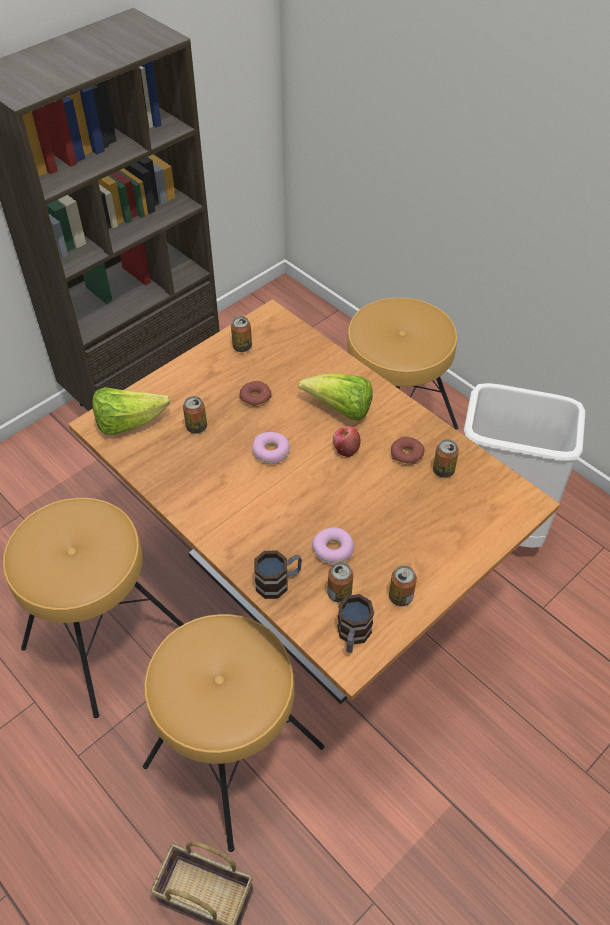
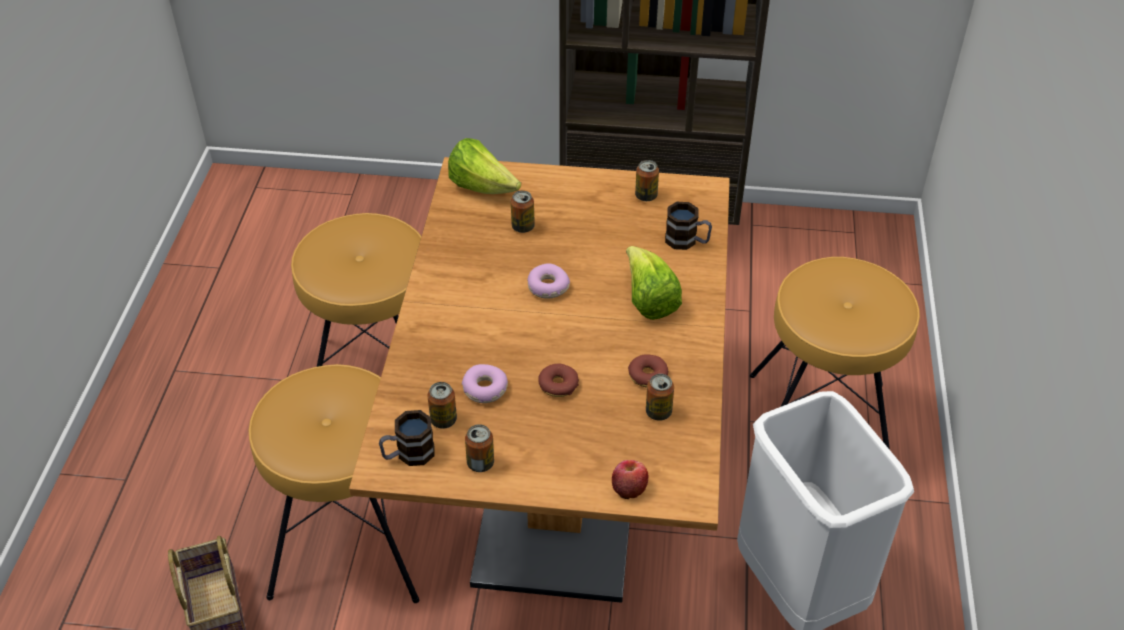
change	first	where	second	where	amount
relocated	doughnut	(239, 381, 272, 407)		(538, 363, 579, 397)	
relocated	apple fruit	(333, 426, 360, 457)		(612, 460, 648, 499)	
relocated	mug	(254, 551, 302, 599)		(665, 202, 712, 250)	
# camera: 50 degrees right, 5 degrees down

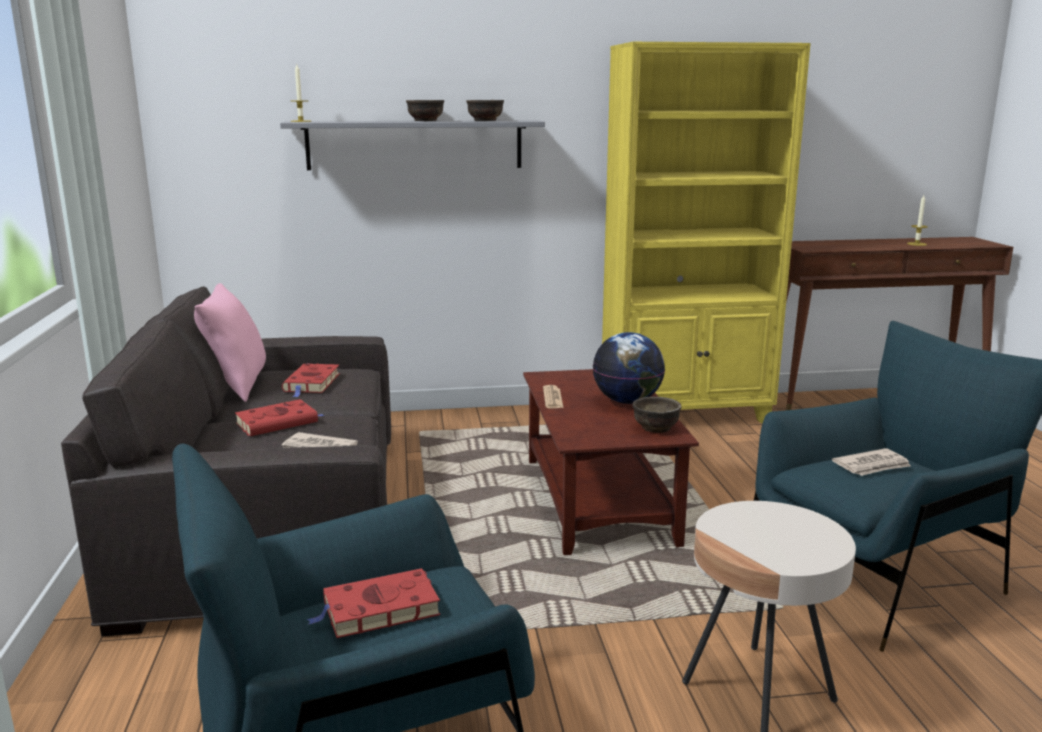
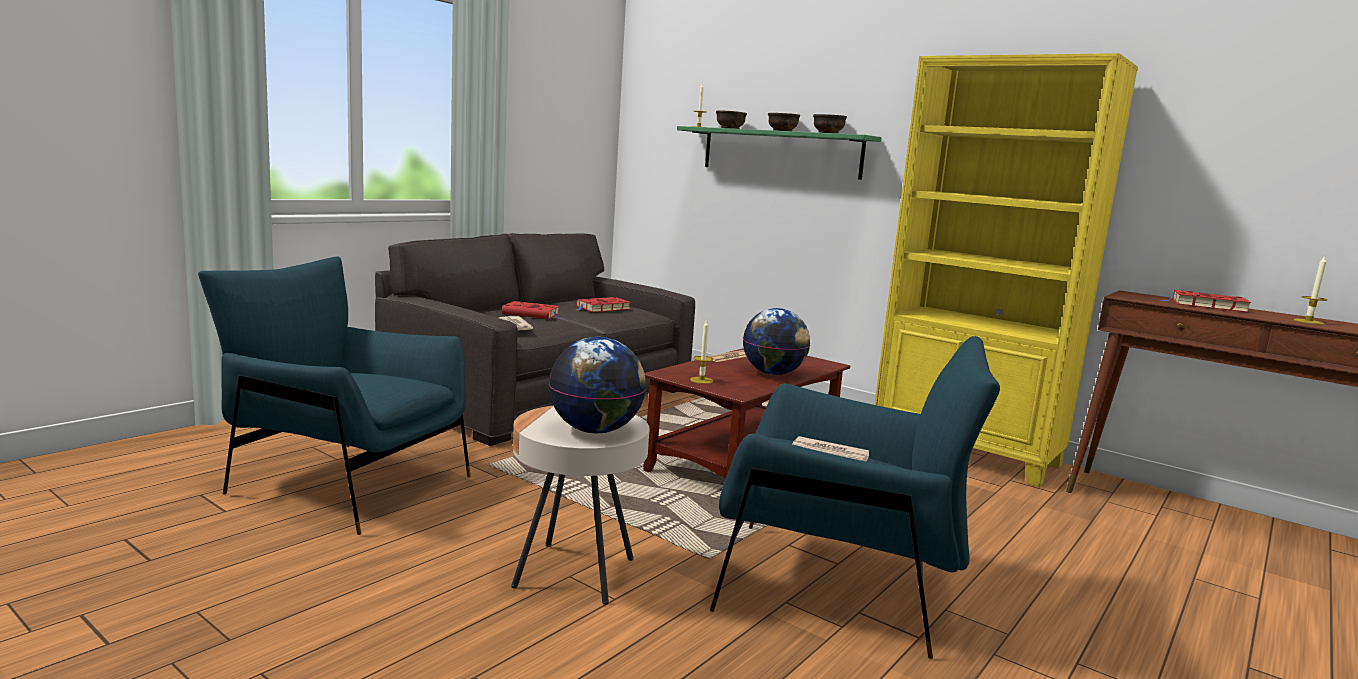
change	first	where	second	where	amount
colour	bracket shelf in grey	(280, 120, 545, 170)	bracket shelf in green-coloured	(677, 126, 882, 180)	
missing	throw pillow in pink	(194, 283, 266, 402)			
relocated	serving bowl in brownish	(633, 397, 682, 433)		(716, 110, 747, 129)	
relocated	volume in red-coloured	(307, 568, 440, 638)		(1161, 290, 1251, 313)	
appeared			candle	(690, 319, 713, 384)	
appeared			globe	(549, 337, 646, 433)	
# camera: 45 degrees right, 5 degrees down

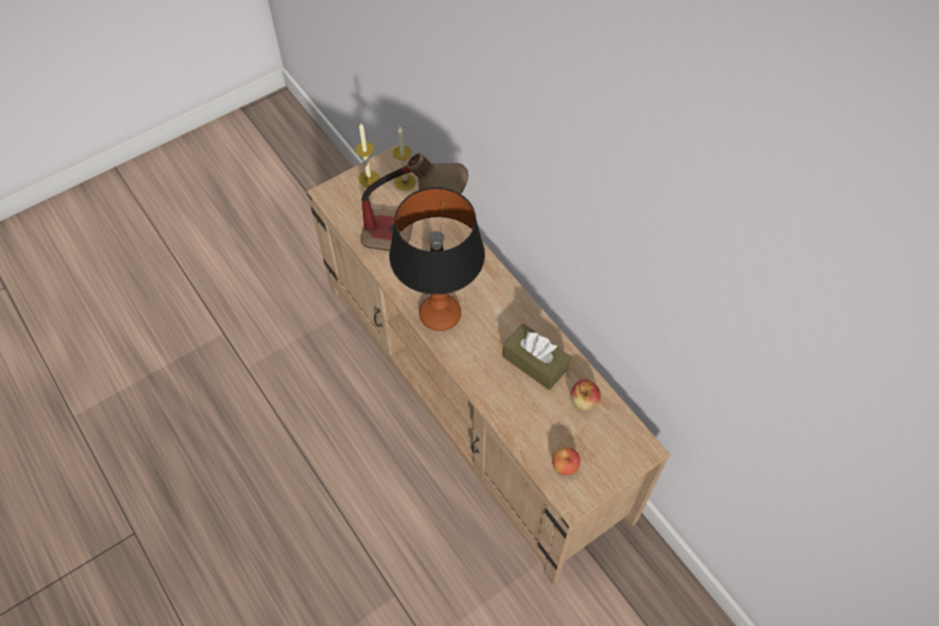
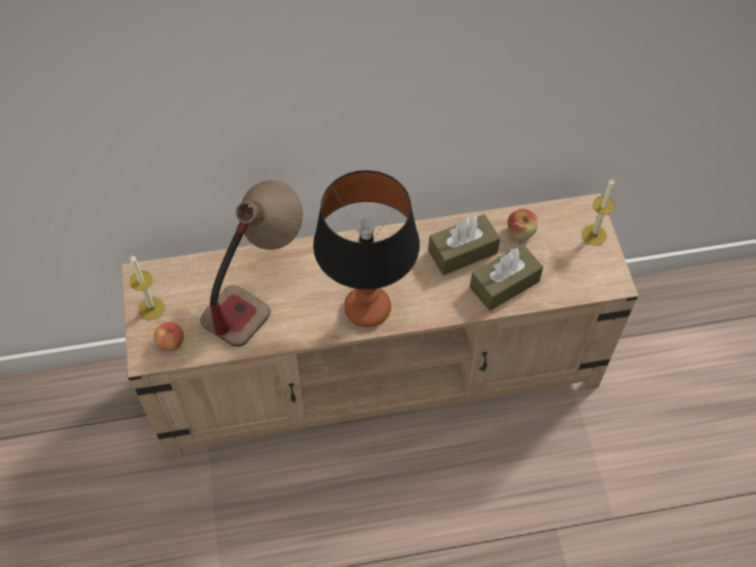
change	first	where	second	where	amount
relocated	candle	(393, 127, 416, 191)		(582, 178, 615, 246)	
relocated	apple fruit	(552, 447, 581, 475)		(154, 322, 184, 351)	
appeared			tissue holder in brownish	(470, 244, 543, 311)	
# camera: 65 degrees left, 0 degrees up

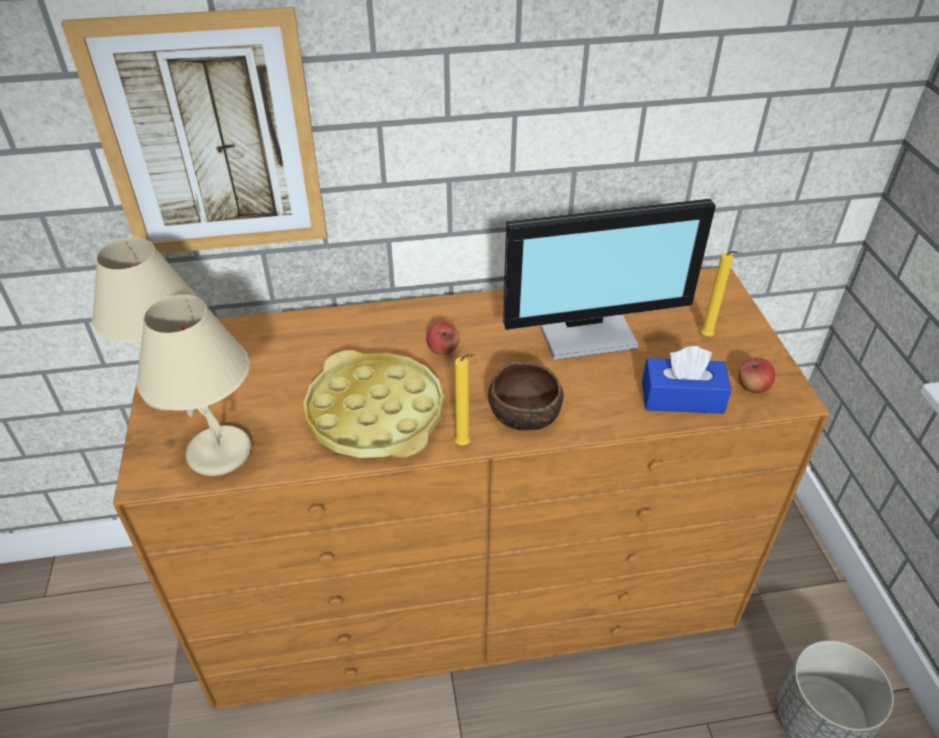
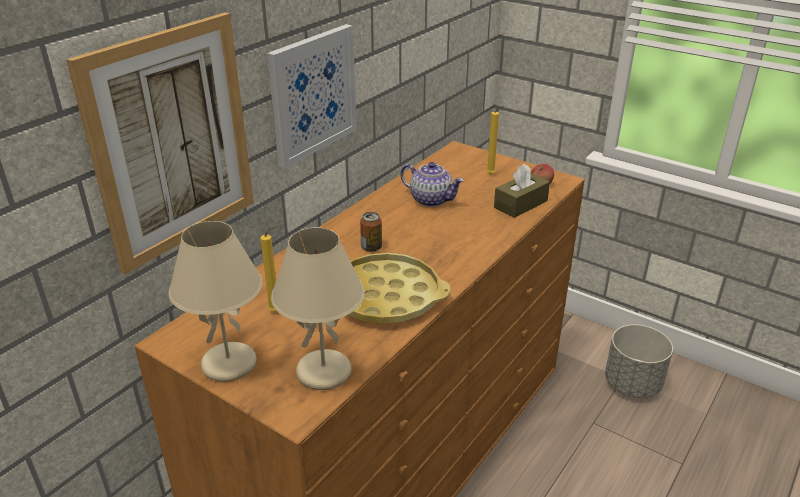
change	first	where	second	where	amount
exchanged	computer screen	(503, 199, 716, 360)	tea pot	(400, 162, 464, 207)	
exchanged	apple fruit	(426, 321, 460, 355)	sealed can	(360, 212, 382, 252)	
colour	tissue holder in blue-coloured	(642, 346, 732, 414)	tissue holder in brownish	(494, 164, 550, 218)	
relocated	candle in yellow	(455, 354, 475, 445)		(260, 226, 277, 312)	
missing	serving bowl in brownish	(488, 362, 564, 431)			
appeared			picture	(267, 24, 357, 168)	
# camera: 45 degrees left, 10 degrees down

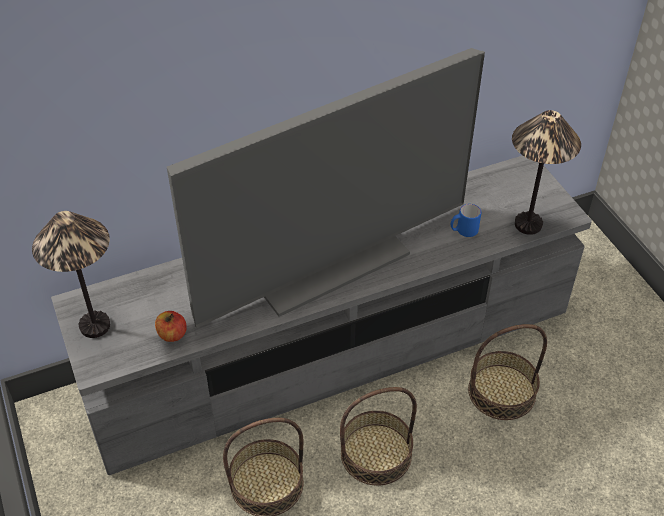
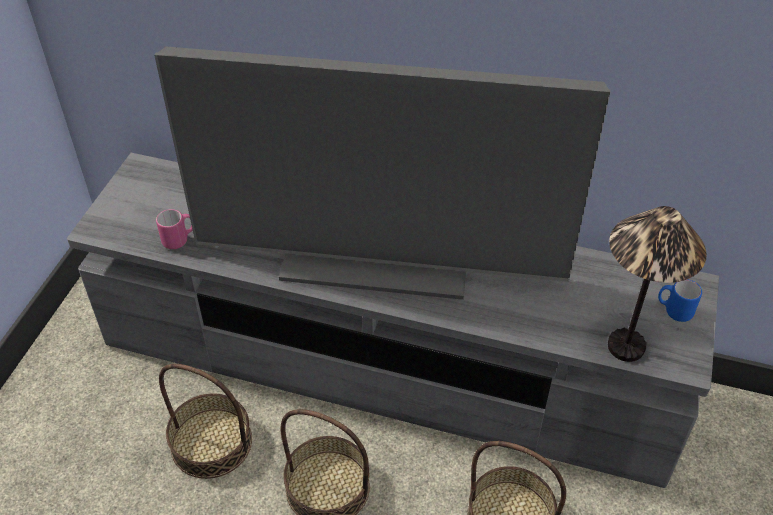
change	first	where	second	where	amount
relocated	mug in blue-coloured	(451, 204, 481, 237)		(658, 279, 702, 322)	
missing	tabletop lamp	(32, 211, 110, 338)			
exchanged	apple fruit	(155, 311, 187, 342)	mug in pink	(156, 209, 193, 249)	
# camera: 40 degrees right, 0 degrees up

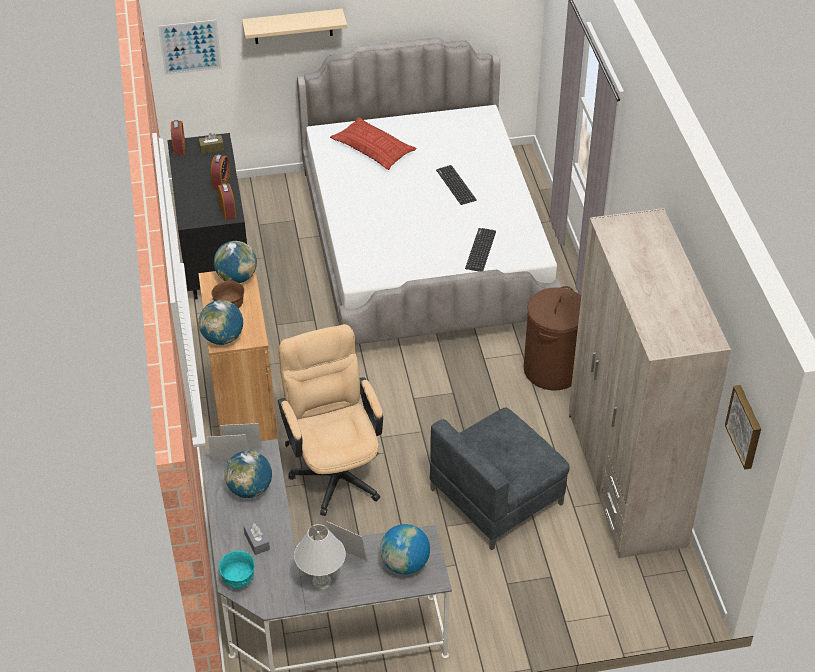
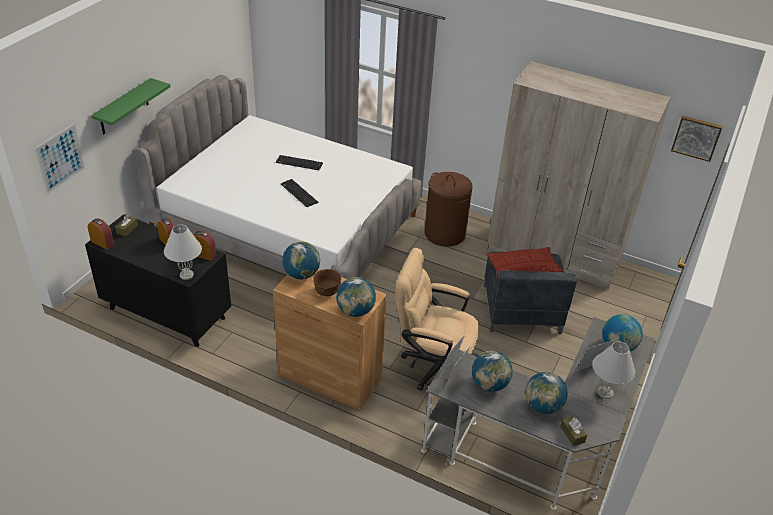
change	first	where	second	where	amount
colour	bracket shelf in beige	(242, 9, 347, 44)	bracket shelf in green-coloured	(91, 78, 170, 134)	
relocated	throw pillow	(330, 117, 417, 170)		(486, 247, 563, 278)	
relocated	computer keyboard	(465, 228, 496, 272)		(281, 179, 319, 207)	
exchanged	tissue holder in grey	(243, 521, 270, 555)	globe	(525, 372, 568, 414)	
exchanged	serving bowl in turquoise	(219, 551, 255, 589)	tissue holder in brownish	(560, 416, 587, 446)	
appeared			tabletop lamp in whitish	(164, 224, 202, 280)	
# camera: 55 degrees left, 5 degrees down

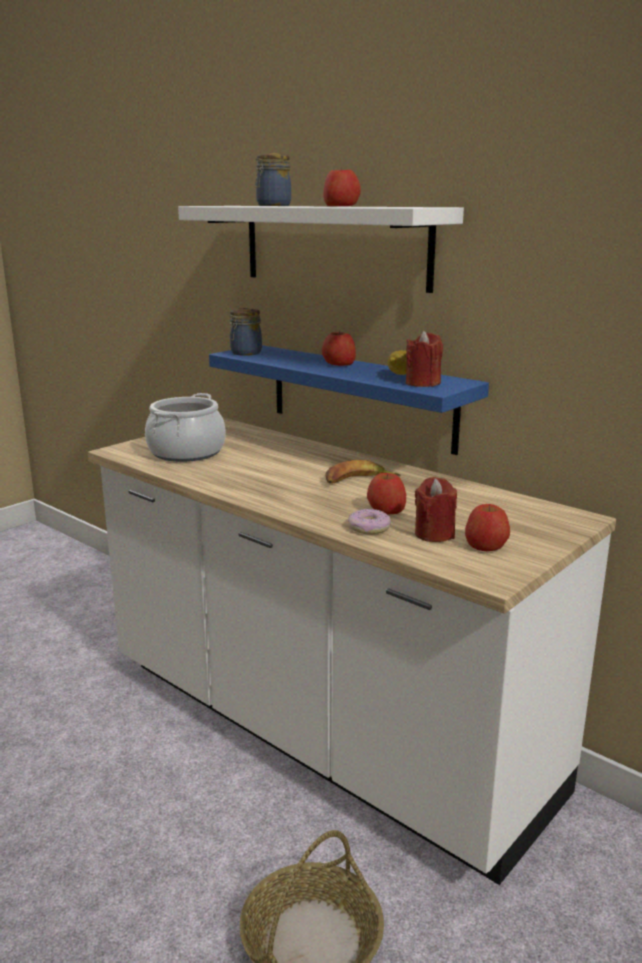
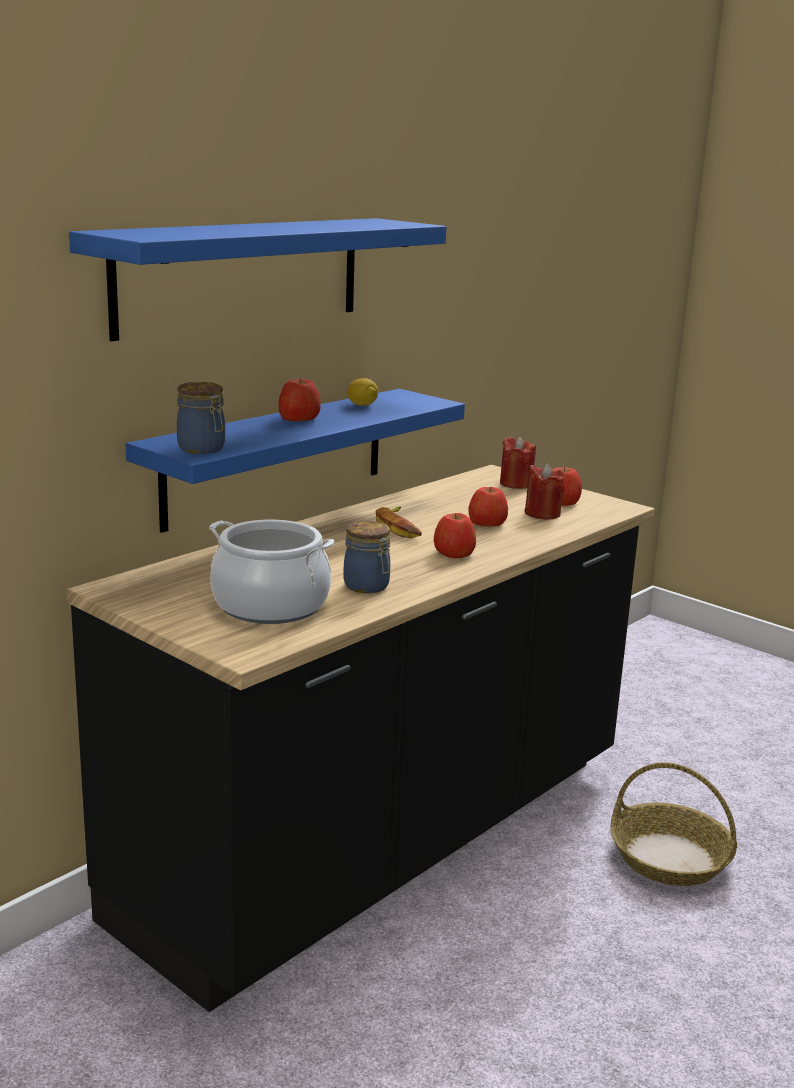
change	first	where	second	where	amount
relocated	preserve jar	(255, 153, 291, 206)		(343, 521, 390, 593)	
relocated	apple fruit	(323, 167, 361, 206)		(434, 513, 476, 558)	
colour	bracket shelf in whitish	(178, 206, 464, 293)	bracket shelf in blue-coloured	(69, 218, 447, 341)	
relocated	candle in red-coloured	(406, 331, 443, 387)		(500, 437, 536, 489)	
colour	counter in whitish	(88, 418, 616, 885)	counter in black-coloured	(67, 465, 654, 1012)	
missing	doughnut	(348, 509, 391, 534)			
# camera: 90 degrees left, 0 degrees up

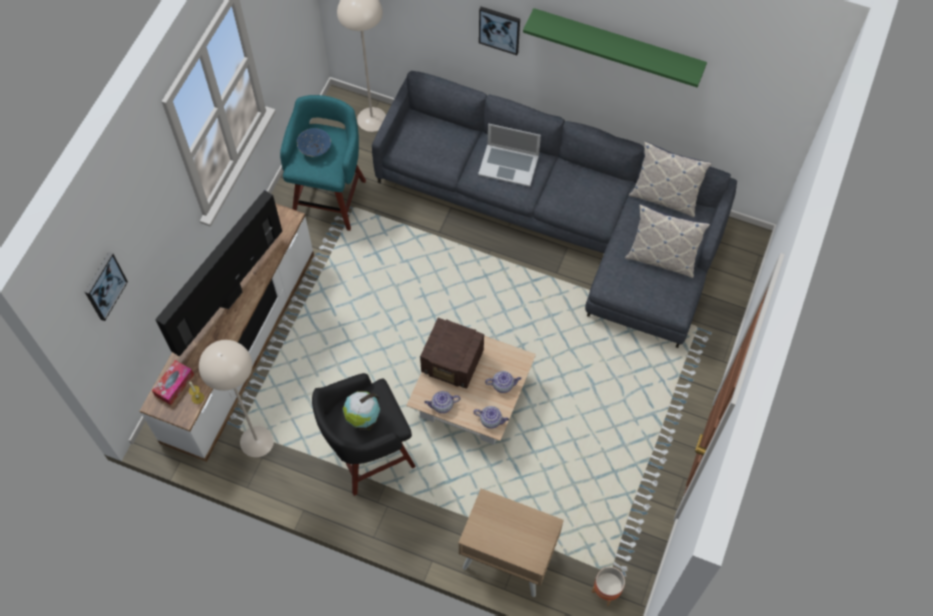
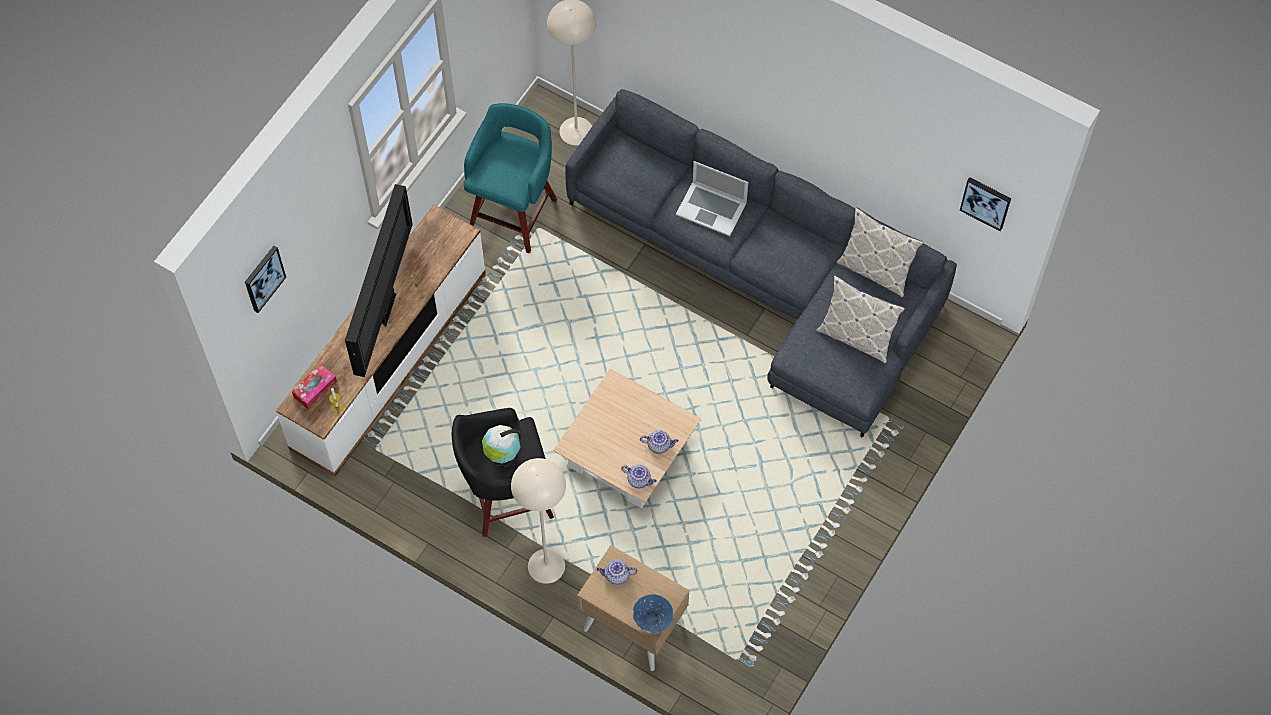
change	first	where	second	where	amount
relocated	picture	(479, 7, 520, 55)		(960, 177, 1011, 232)	
missing	bracket shelf in green-coloured	(523, 8, 707, 87)			
relocated	serving bowl in blue-coloured	(297, 128, 331, 157)		(633, 594, 674, 633)	
spun	TV	(155, 190, 282, 357)		(345, 184, 413, 377)	150 degrees clockwise
missing	radio set	(420, 318, 484, 389)			
relocated	standing lamp in beige	(199, 340, 274, 457)		(511, 458, 566, 584)	
relocated	tea pot	(424, 391, 460, 413)		(596, 560, 637, 585)	
missing	planter	(592, 567, 625, 606)			
# camera: 10 degrees right, 0 degrees up

